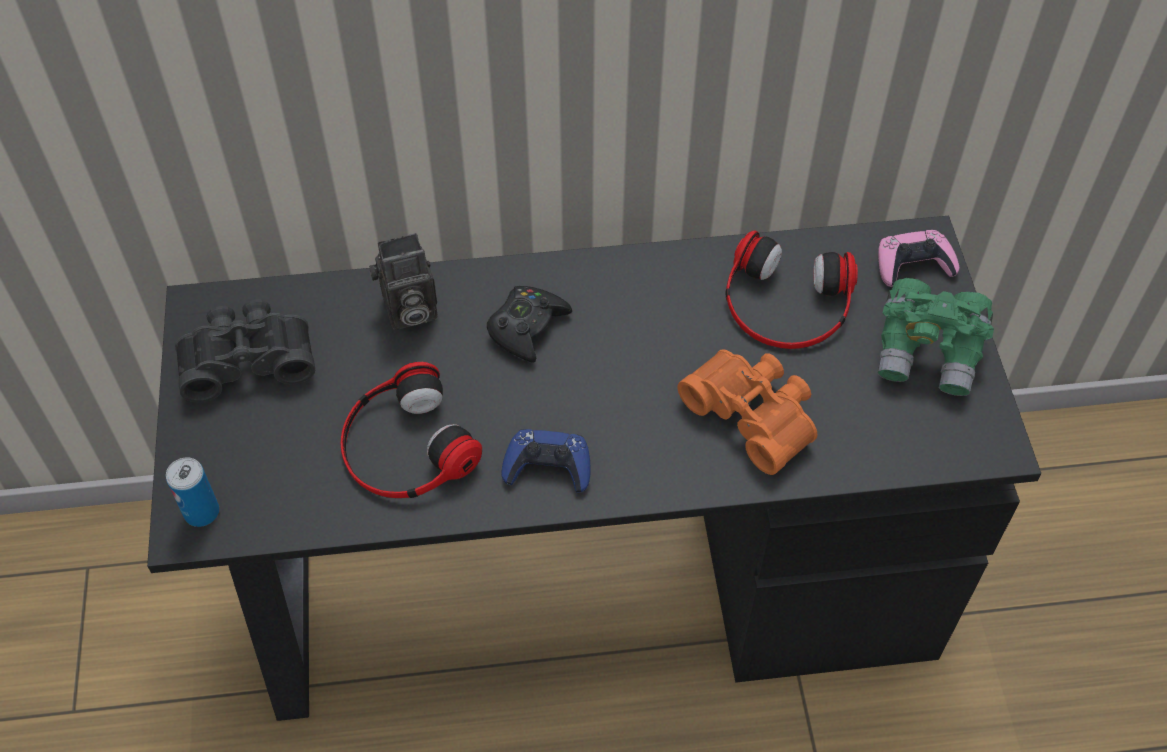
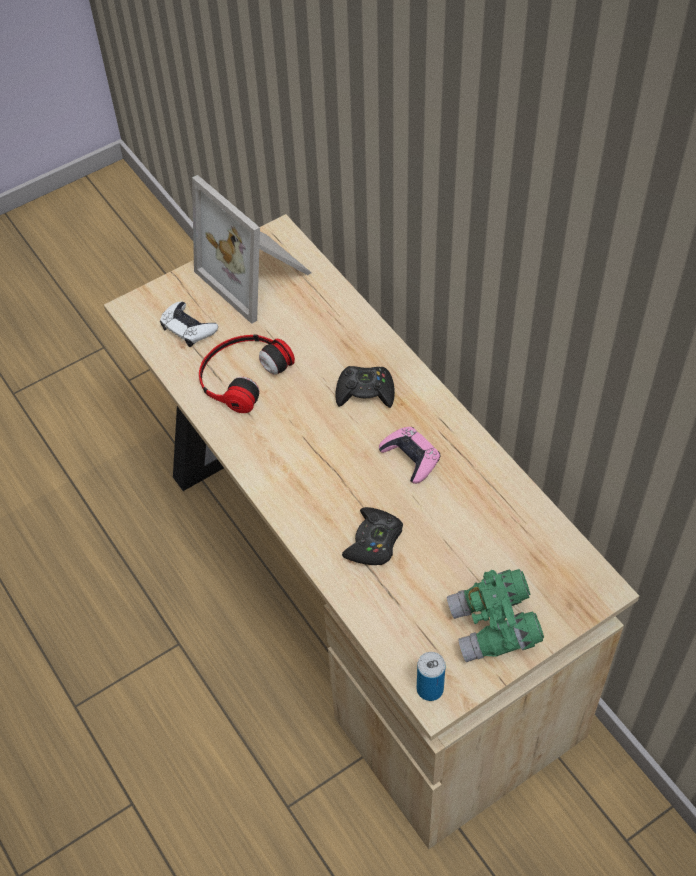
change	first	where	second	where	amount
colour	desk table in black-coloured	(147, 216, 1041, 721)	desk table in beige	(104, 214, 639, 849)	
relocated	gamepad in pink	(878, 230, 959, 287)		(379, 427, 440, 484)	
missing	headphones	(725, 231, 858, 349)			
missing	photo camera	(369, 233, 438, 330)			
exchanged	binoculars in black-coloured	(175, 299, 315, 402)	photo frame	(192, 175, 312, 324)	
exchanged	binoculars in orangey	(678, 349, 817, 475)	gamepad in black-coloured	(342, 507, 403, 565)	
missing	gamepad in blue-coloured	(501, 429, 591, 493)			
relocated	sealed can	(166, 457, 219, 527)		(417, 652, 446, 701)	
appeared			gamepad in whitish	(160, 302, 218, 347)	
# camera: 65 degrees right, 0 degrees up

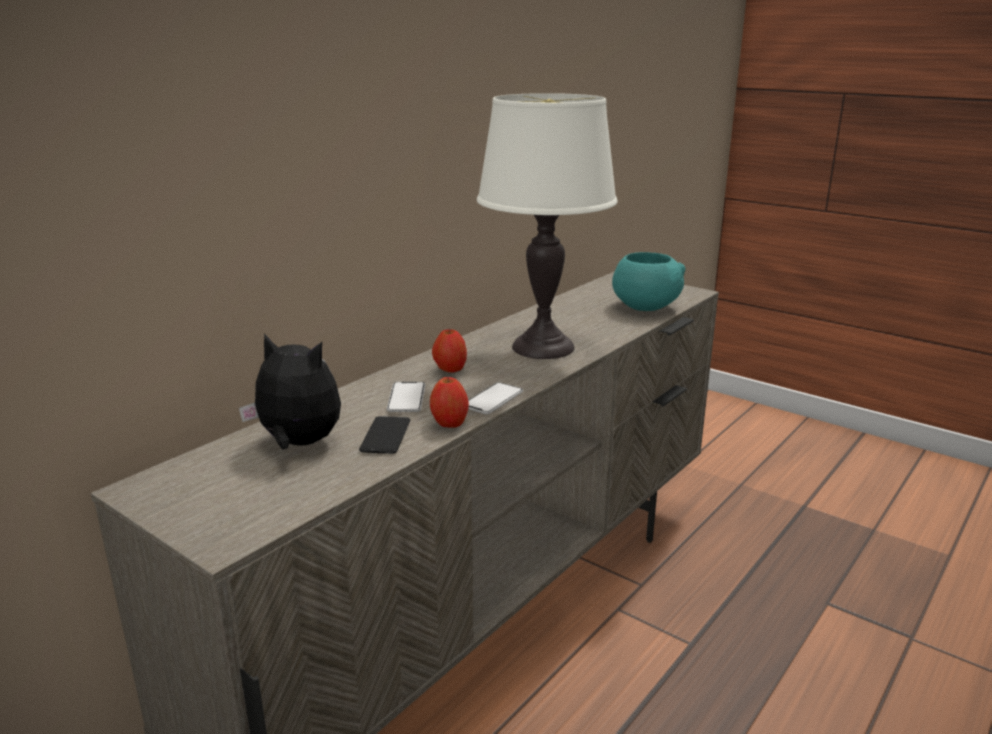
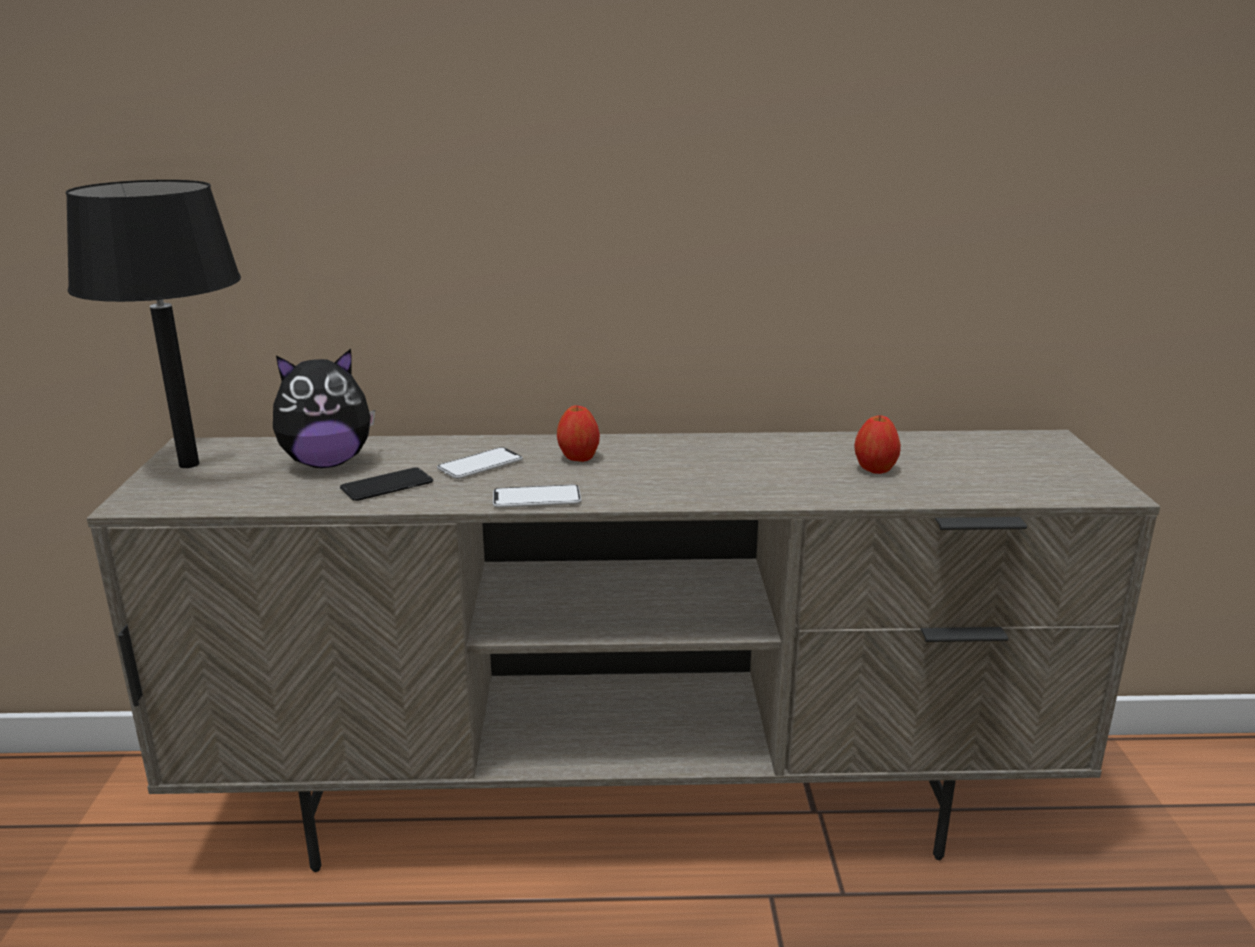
change	first	where	second	where	amount
missing	tabletop lamp in whitish	(477, 93, 618, 359)			
missing	serving bowl in turquoise	(612, 252, 686, 311)			
spun	cuddly toy	(239, 333, 341, 450)		(273, 349, 375, 468)	90 degrees clockwise
relocated	apple fruit	(430, 377, 469, 428)		(854, 415, 901, 474)	
appeared			tabletop lamp in black-coloured	(66, 180, 241, 468)	
# camera: 50 degrees right, 0 degrees up

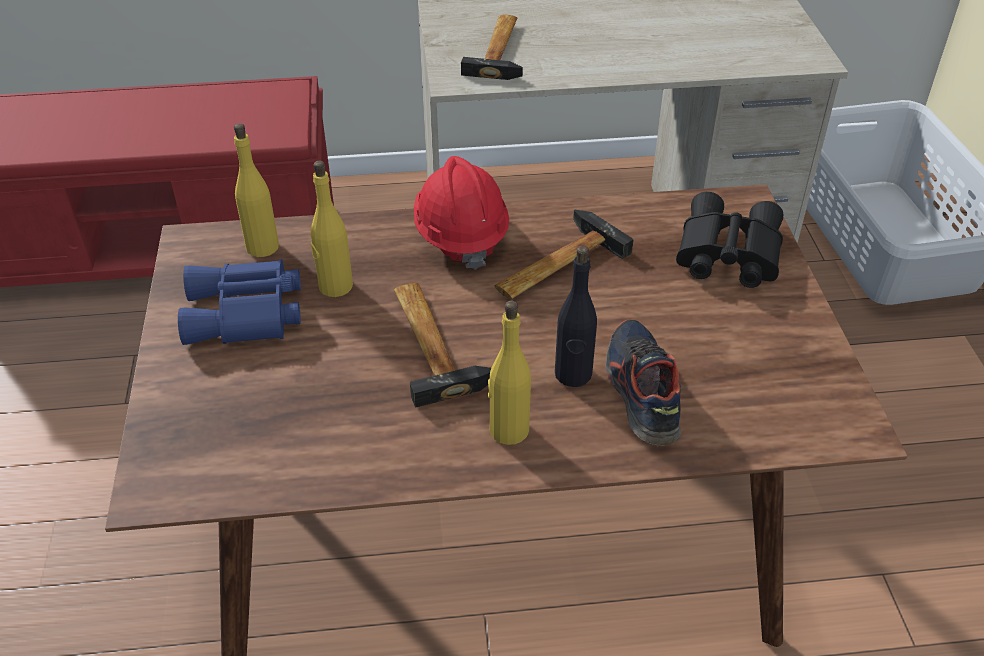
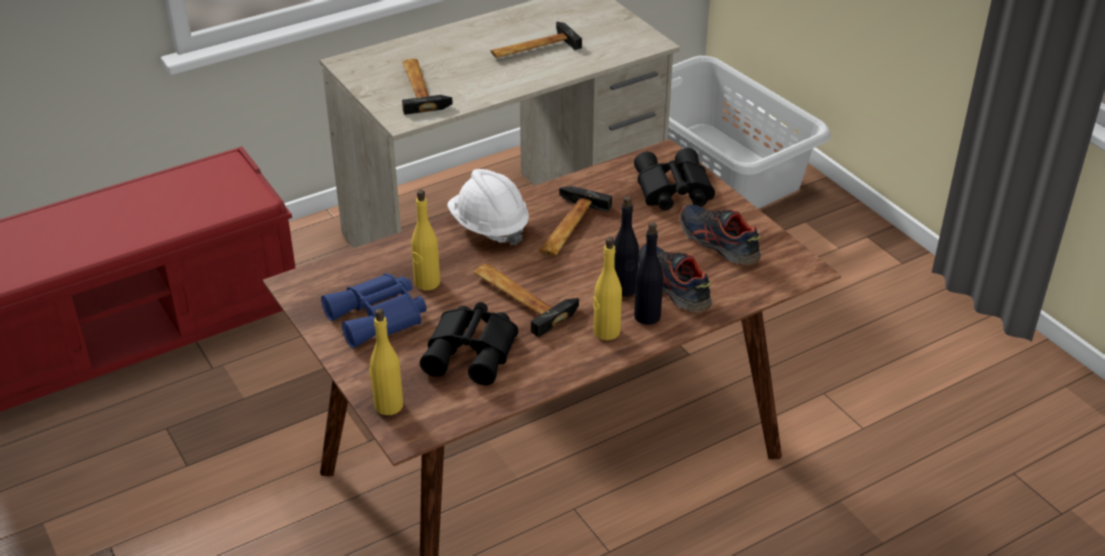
change	first	where	second	where	amount
relocated	bottle in yellow	(234, 123, 279, 257)		(369, 309, 403, 415)	
colour	work helmet in red-coloured	(414, 156, 509, 270)	work helmet in whitish	(447, 169, 529, 246)	
appeared			tool hammer	(490, 22, 582, 58)	
appeared			shoe	(679, 204, 761, 265)	
appeared			bottle in black-coloured	(634, 222, 663, 325)	
appeared			binoculars in black-coloured	(420, 302, 518, 385)	
# camera: 25 degrees left, 5 degrees down

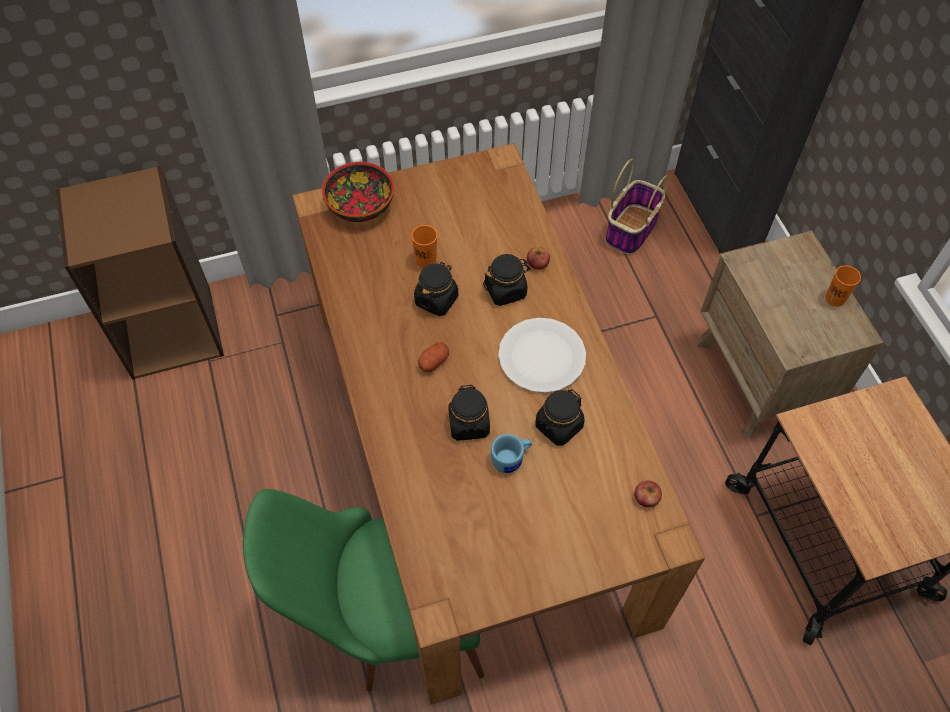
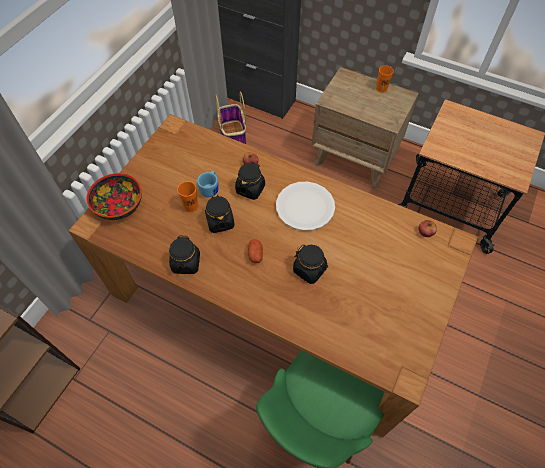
change	first	where	second	where	amount
relocated	preserve jar in black-coloured	(535, 389, 584, 446)		(169, 235, 200, 274)	
relocated	mug in blue-coloured	(491, 434, 532, 473)		(197, 171, 219, 197)	
# camera: 45 degrees left, 0 degrees up

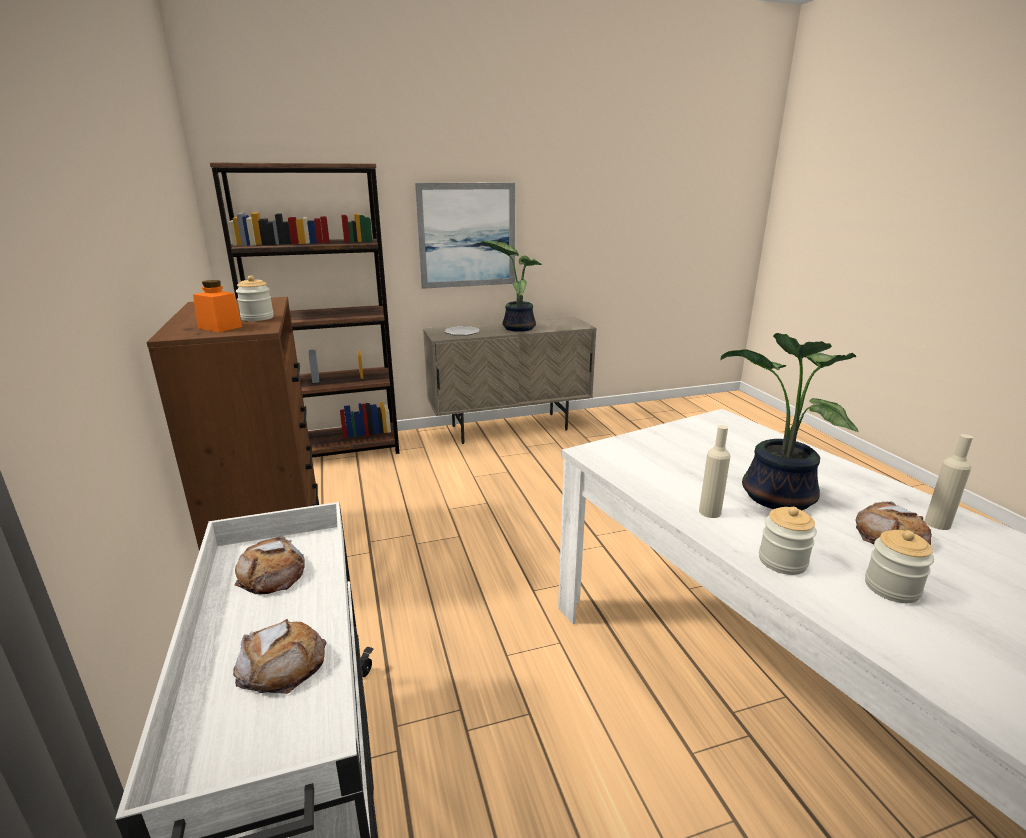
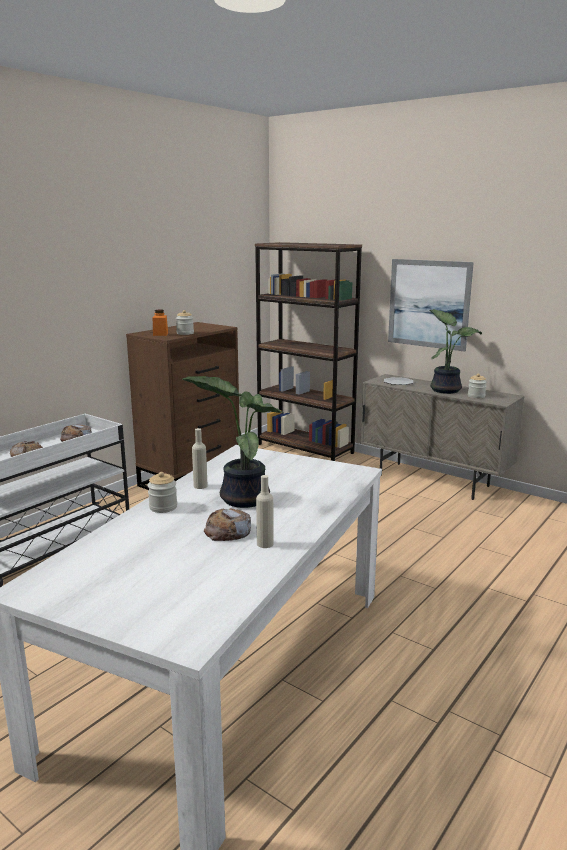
change	first	where	second	where	amount
relocated	preserve jar	(865, 530, 934, 603)		(468, 374, 487, 398)	
# camera: 55 degrees right, 5 degrees down

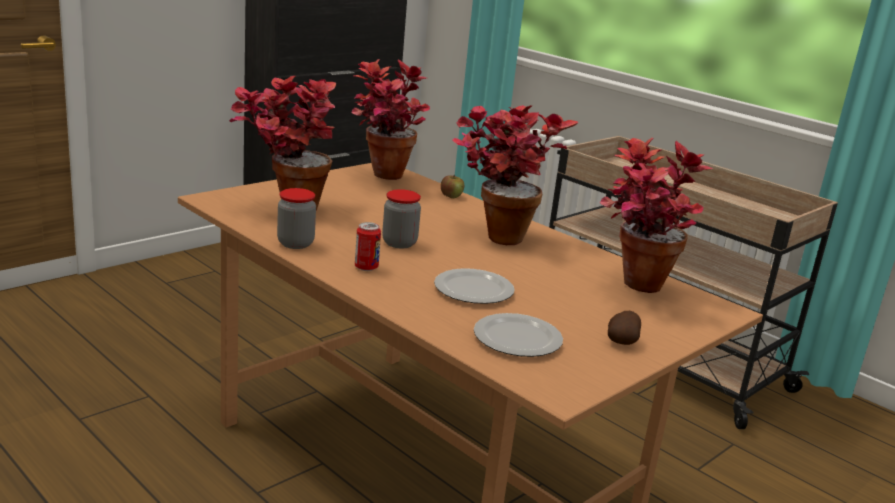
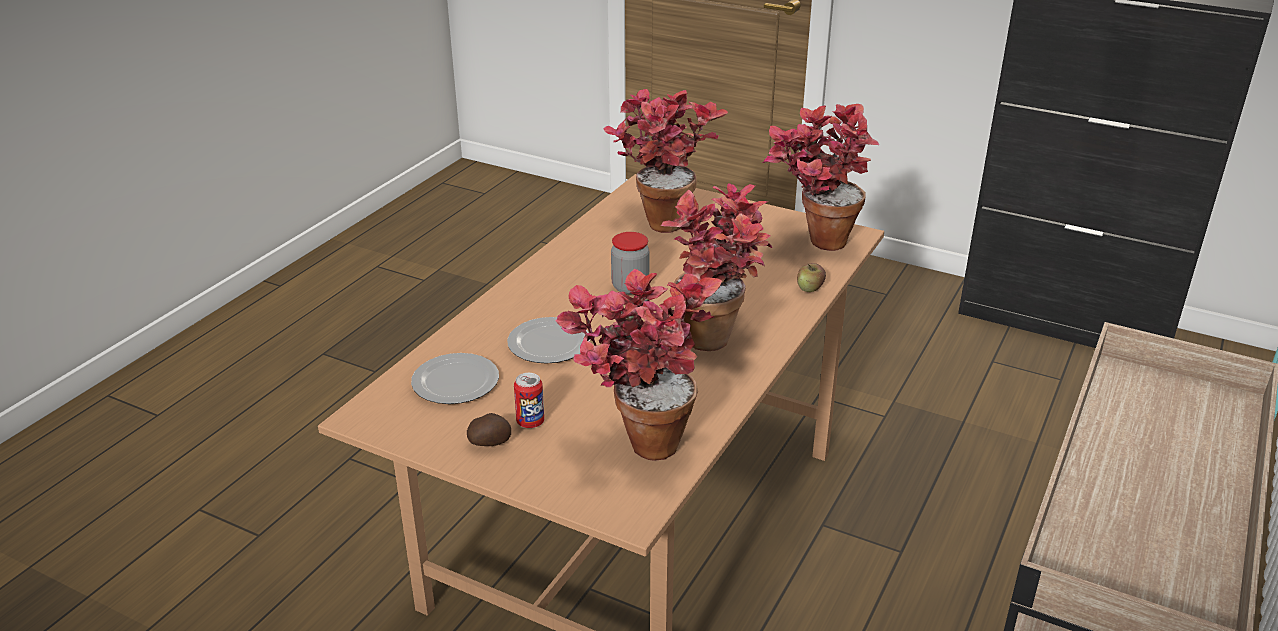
change	first	where	second	where	amount
missing	preserve jar	(277, 188, 316, 249)			
relocated	sealed can	(355, 222, 381, 271)		(514, 373, 544, 428)	
# camera: 75 degrees right, 10 degrees up

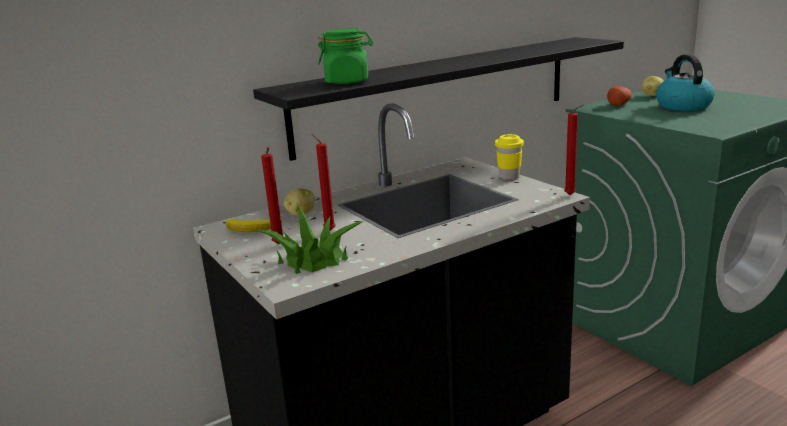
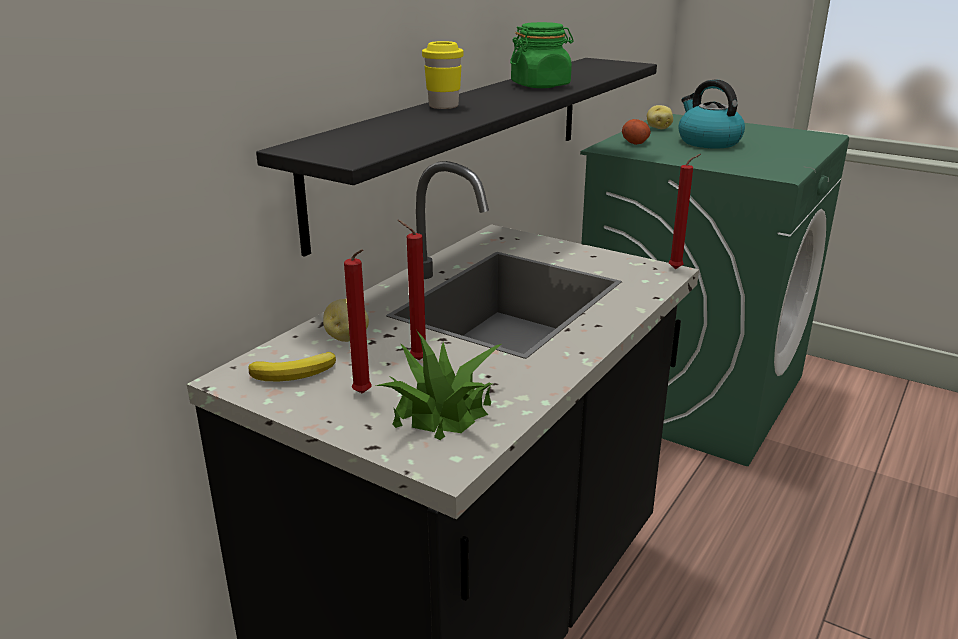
change	first	where	second	where	amount
relocated	preserve jar in green-coloured	(318, 28, 373, 84)		(510, 22, 574, 88)	
relocated	drinking cup in yellow	(495, 134, 524, 180)		(422, 41, 464, 109)	
# camera: 25 degrees left, 5 degrees up

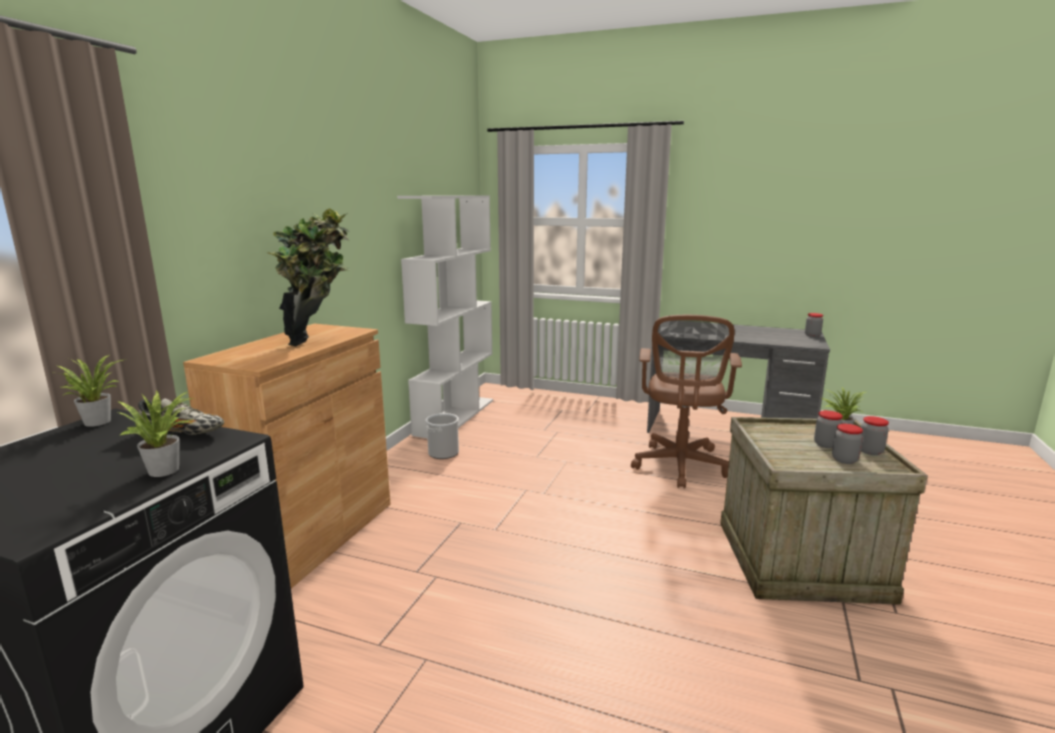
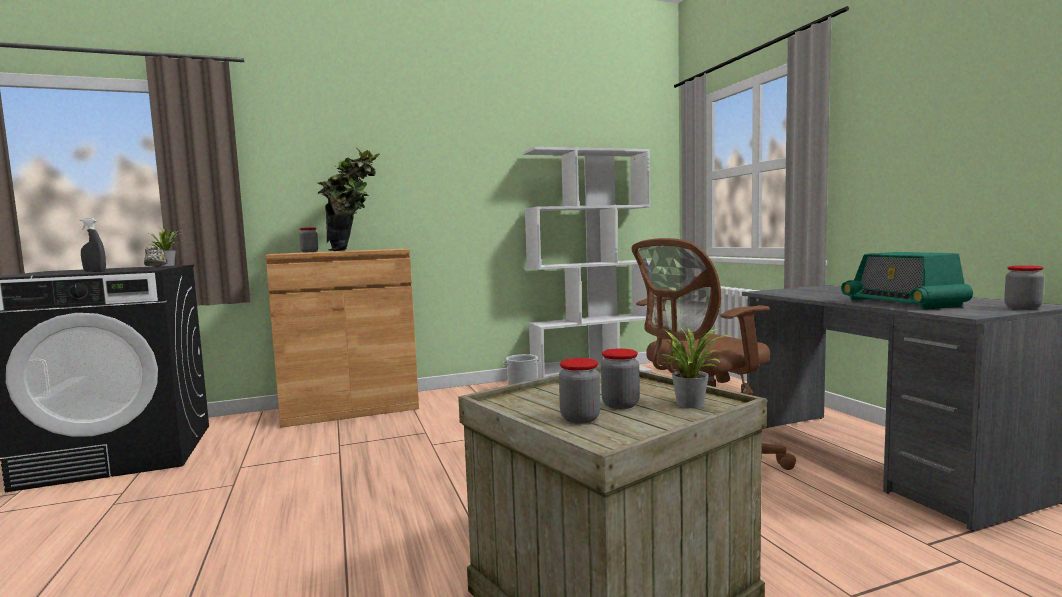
change	first	where	second	where	amount
exchanged	plant in a pot	(118, 389, 194, 477)	spray bottle in grey	(80, 218, 106, 272)	
relocated	preserve jar	(861, 416, 889, 455)		(299, 227, 318, 252)	
appeared			radio set	(841, 252, 973, 309)	
# camera: 50 degrees right, 10 degrees down

